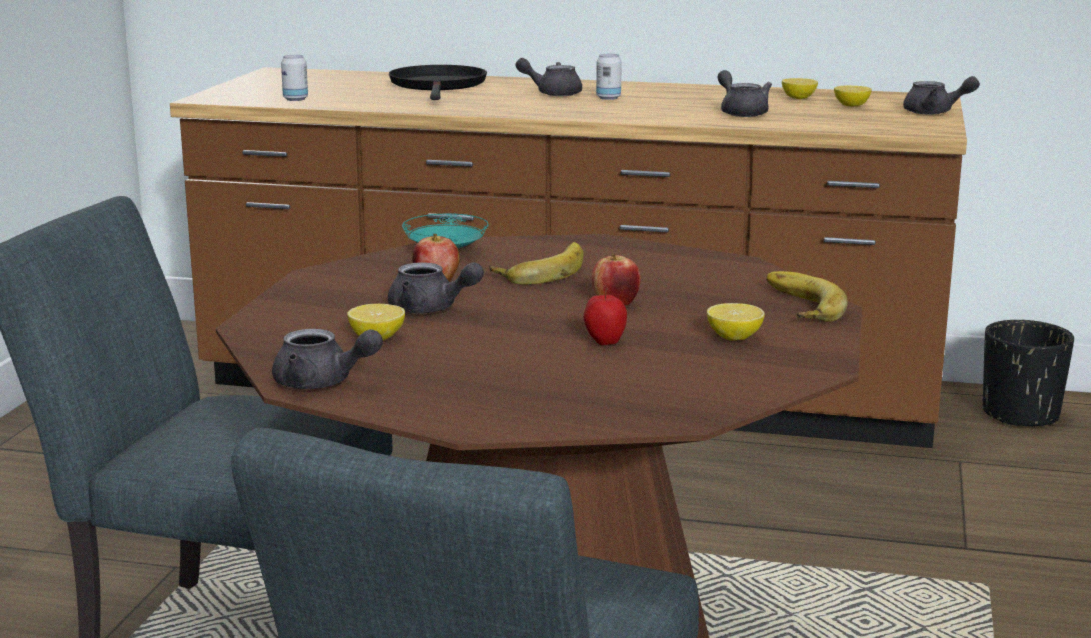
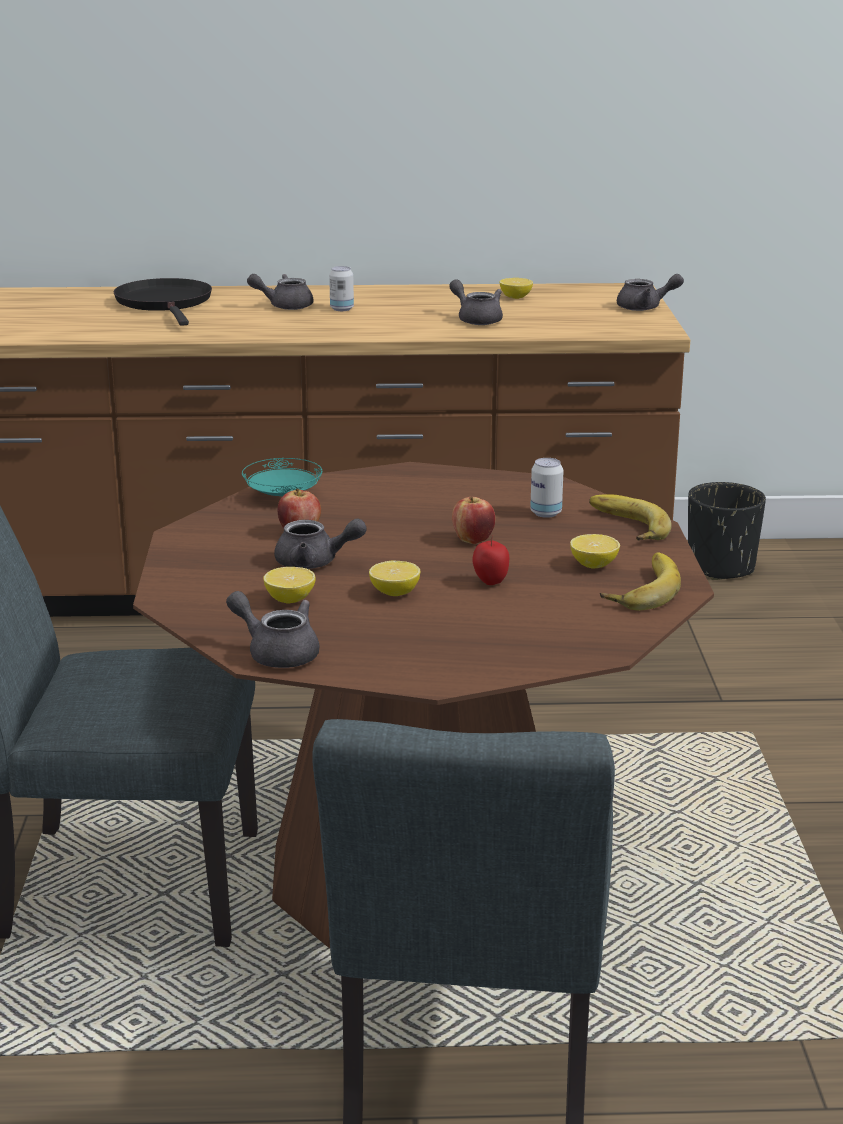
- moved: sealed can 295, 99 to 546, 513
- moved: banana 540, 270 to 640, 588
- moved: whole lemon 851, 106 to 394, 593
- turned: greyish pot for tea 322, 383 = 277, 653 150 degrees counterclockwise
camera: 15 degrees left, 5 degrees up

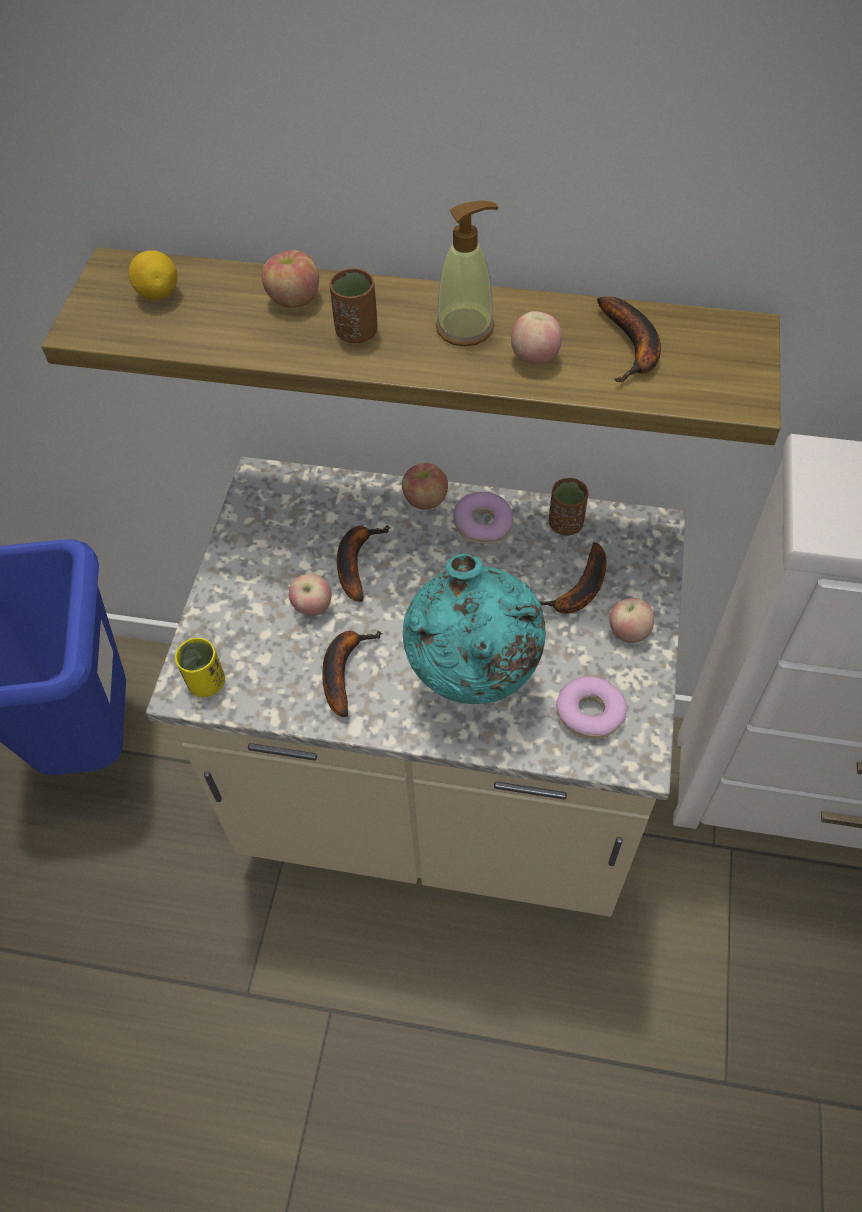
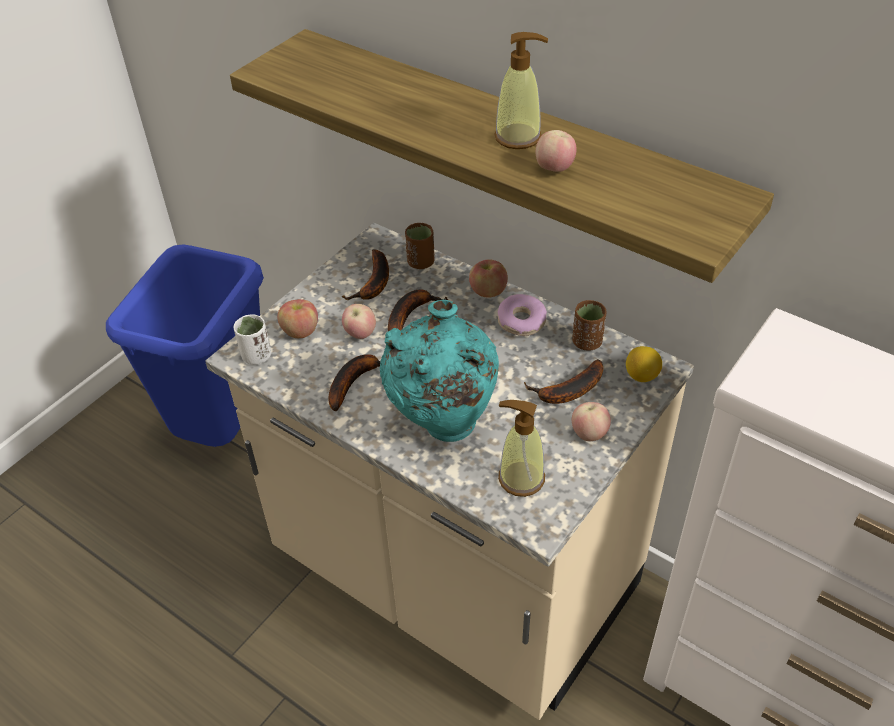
- moved: whole lemon 158, 294 to 641, 376
- moved: whole apple 294, 299 to 300, 331
- moved: brownish cup 357, 332 to 420, 262
- moved: banana 632, 347 to 374, 284
- replaced: doughnut 589, 713 to liquid soap bottle 521, 478
- recoloured: yellow cup 206, 683 to white-coloured cup 256, 356
camera: 25 degrees right, 10 degrees down

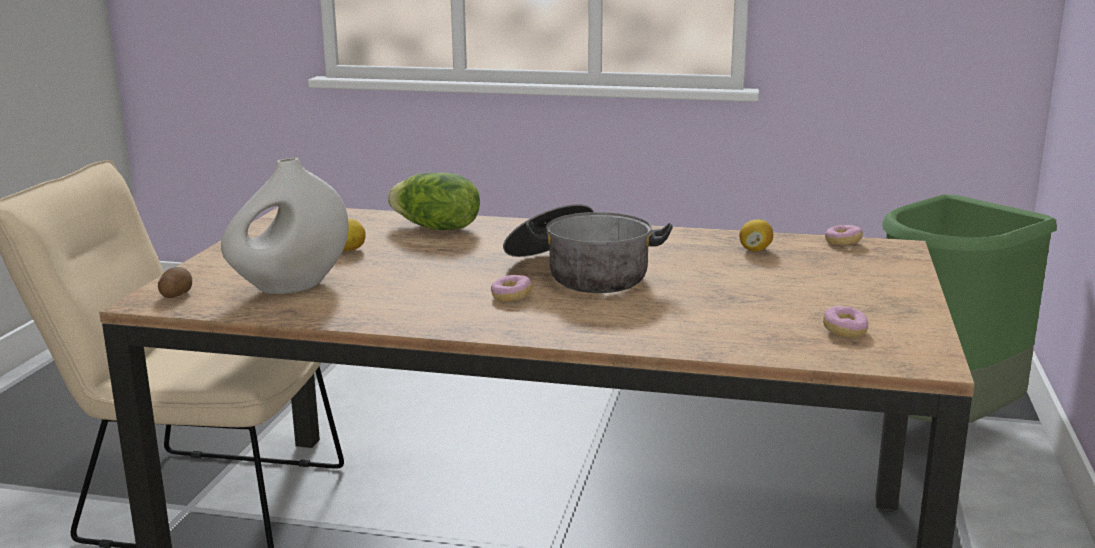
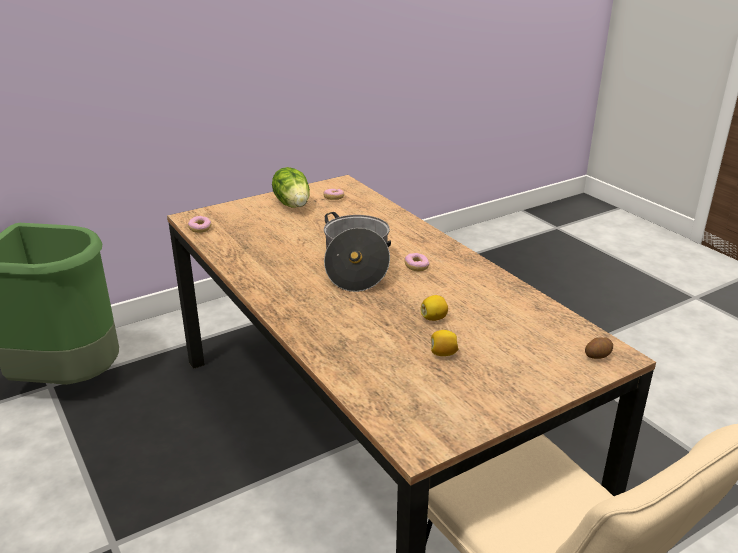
- removed: white-coloured flower vase 291, 287
- moved: head of lettuce 436, 228 to 293, 204
- moved: whole lemon 755, 250 to 434, 318
camera: 135 degrees left, 10 degrees up

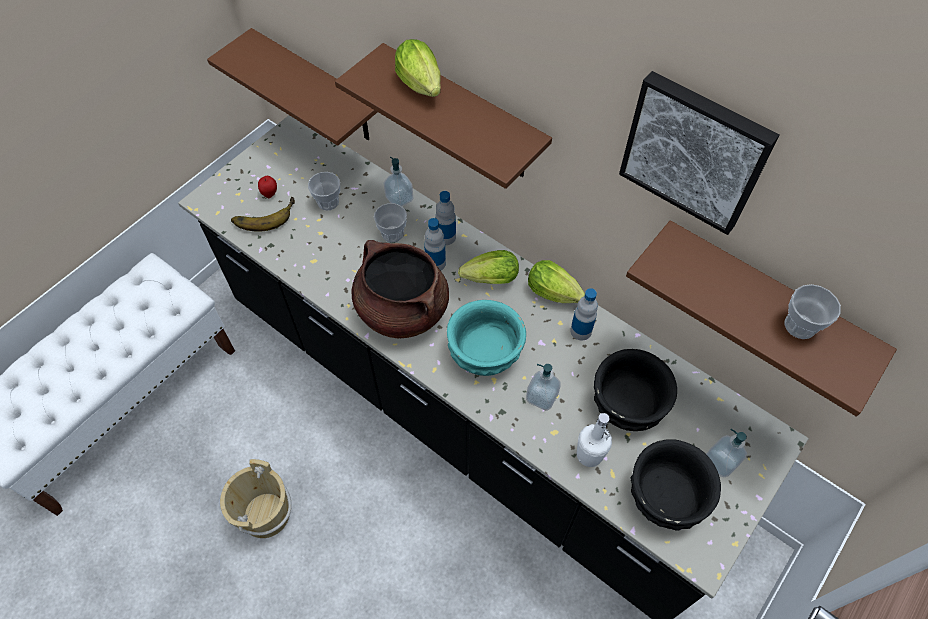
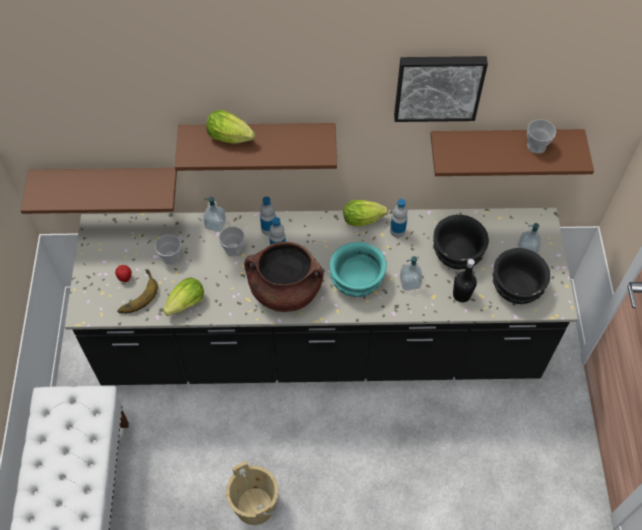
- moved: head of lettuce 487, 279 to 184, 305
- recoloured: white-coloured drink bottle 589, 455 to black drink bottle 461, 295
camera: 40 degrees left, 0 degrees up

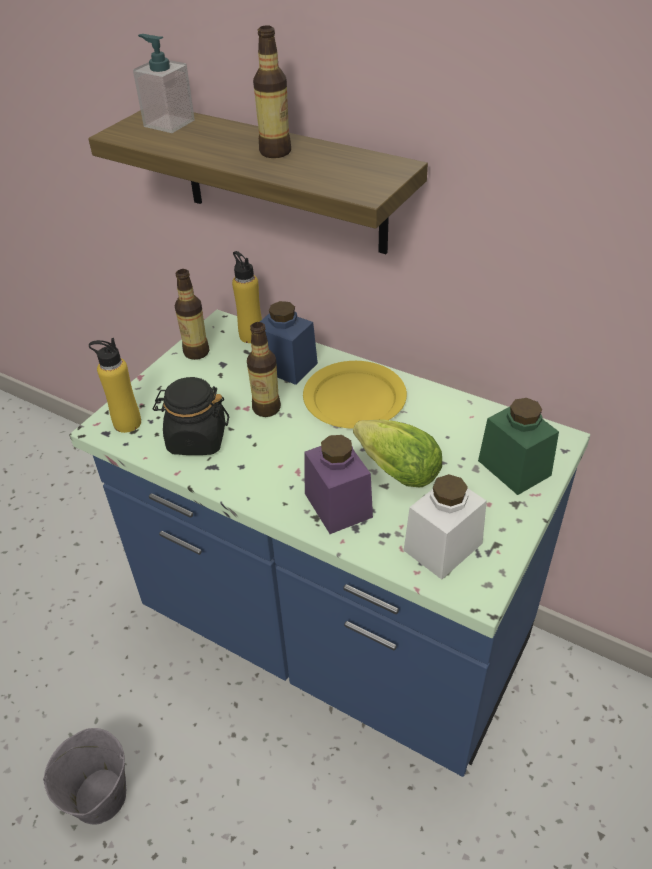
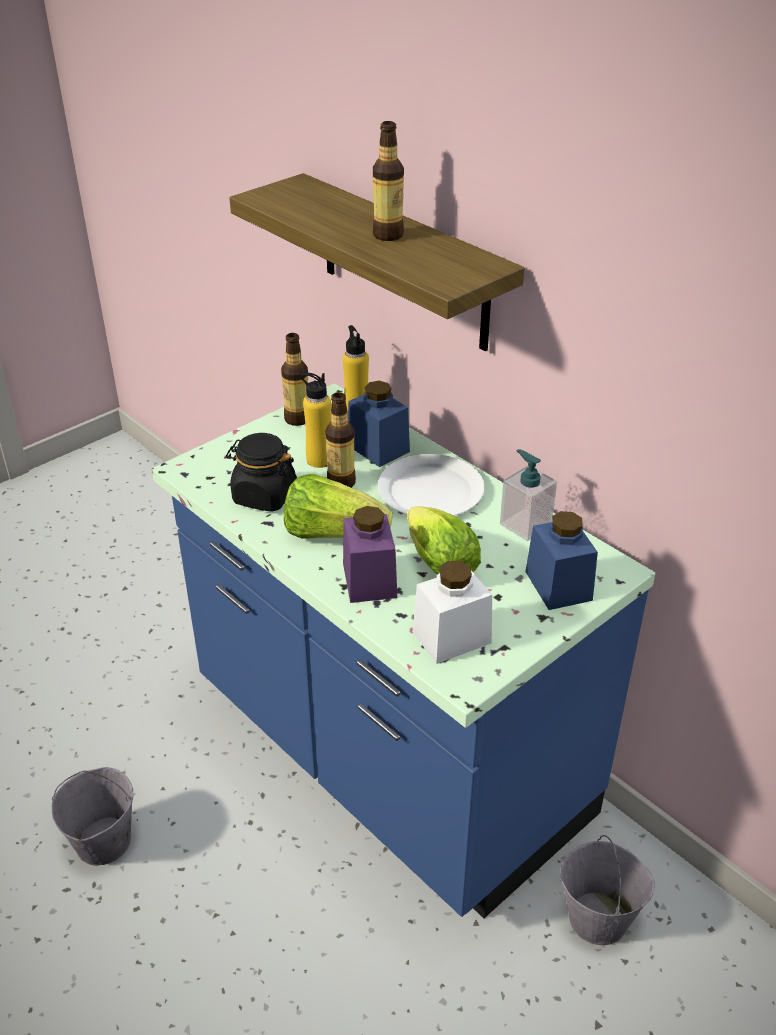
- added: head of lettuce 332, 533
- added: greyish pail 598, 918
- moved: yellow drink bottle 127, 423 to 319, 460
- moved: liquid soap bottle 169, 123 to 525, 524
- recoloured: yellow flat dish 354, 399 to white-coloured flat dish 430, 491
- recoloured: green storage jar 514, 468 to bluish storage jar 558, 586
camera: 15 degrees right, 5 degrees down

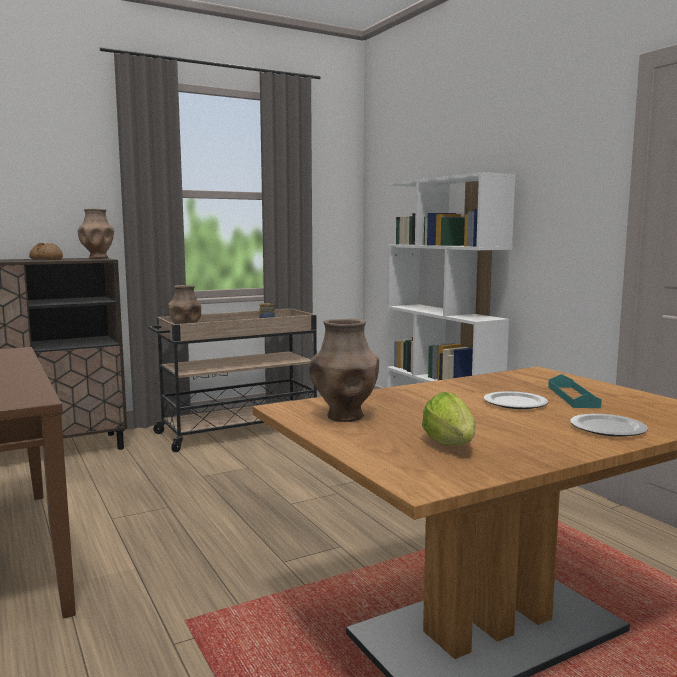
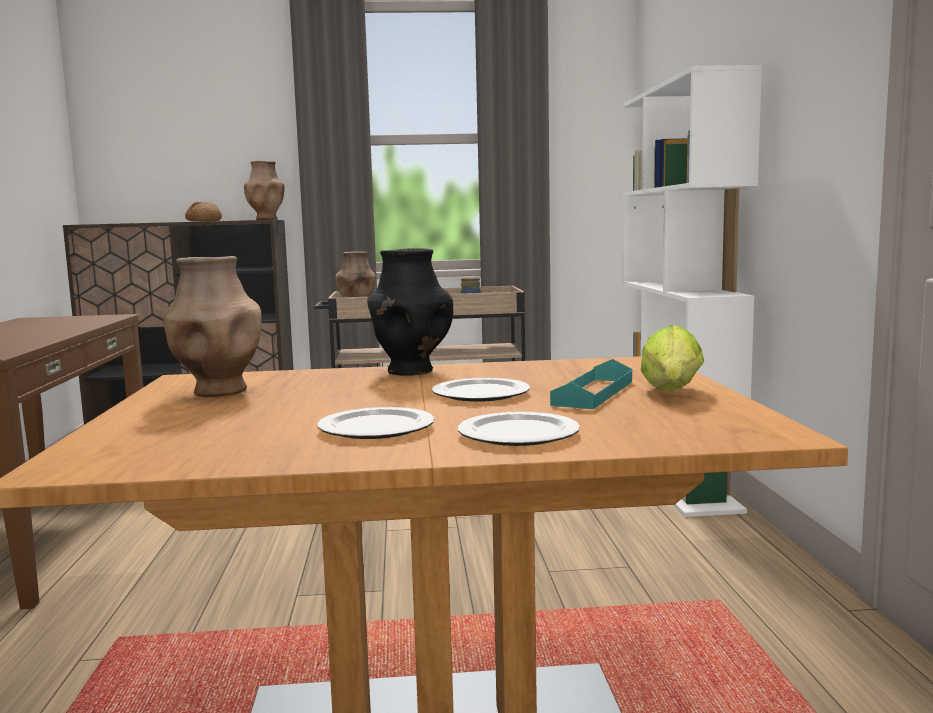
- added: flat dish 377, 429
- added: black flower vase 410, 371
- moved: head of lettuce 452, 446 to 672, 393
camera: 25 degrees right, 0 degrees up

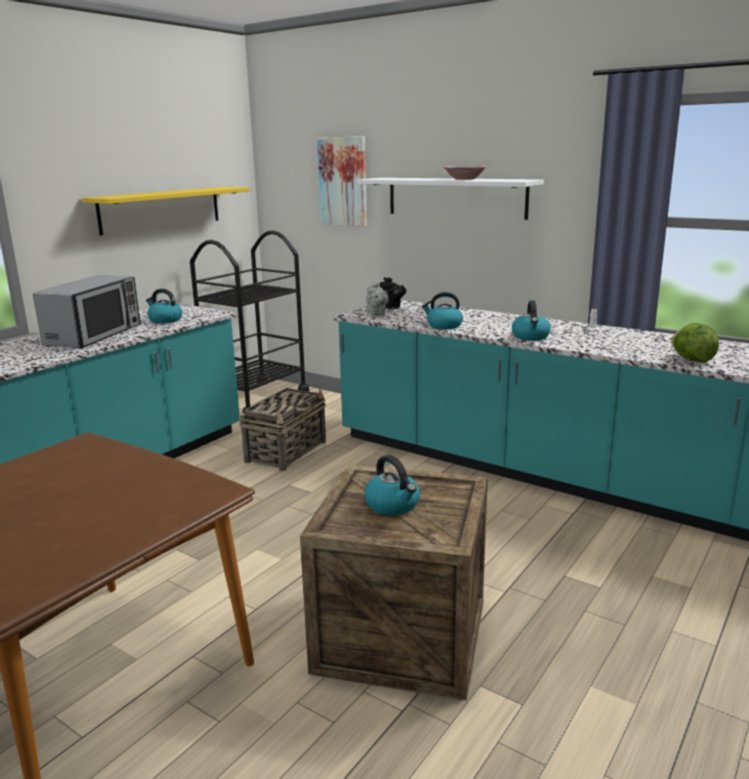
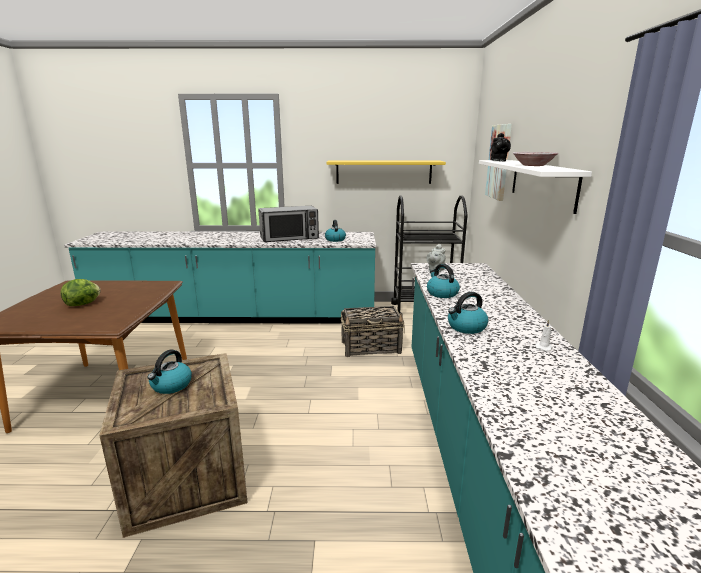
- moved: black pot for tea 391, 308 to 498, 161
- moved: head of lettuce 692, 360 to 83, 304
camera: 55 degrees right, 0 degrees up

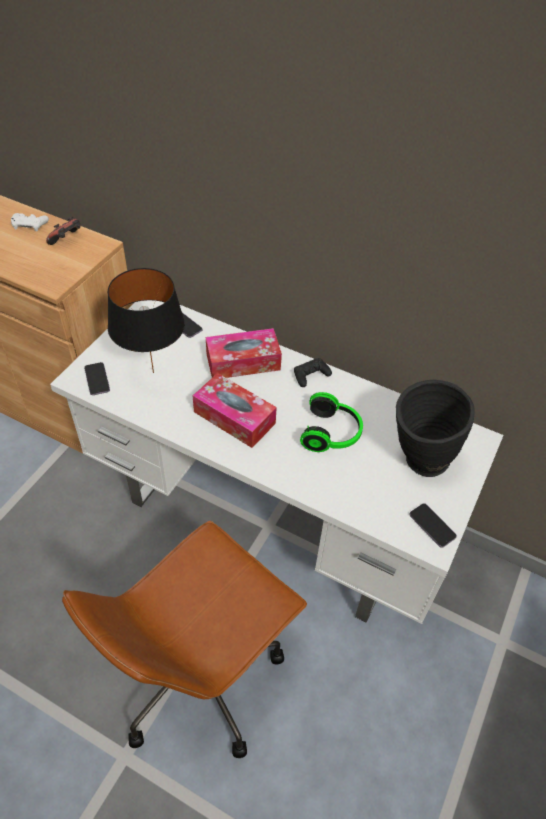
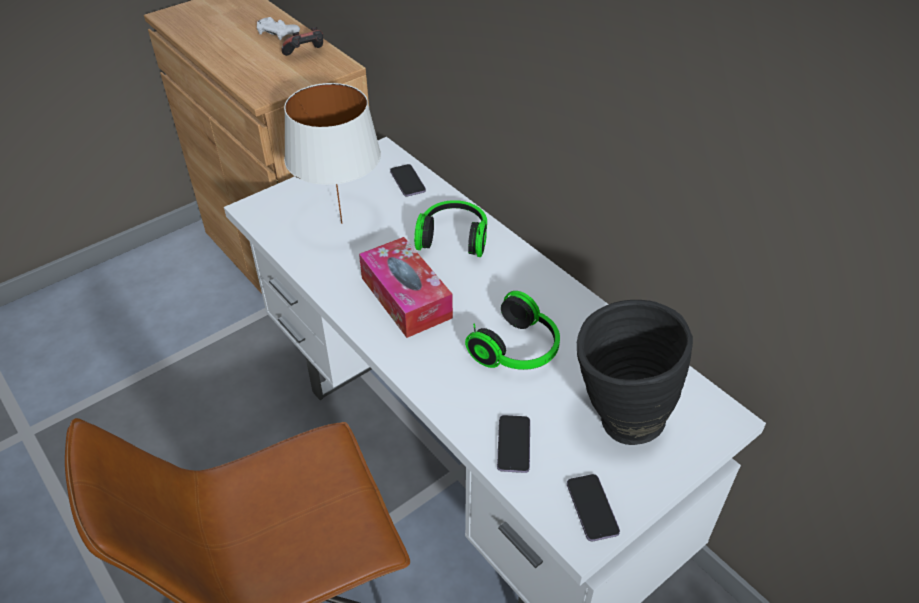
- removed: black gamepad 311, 375
- moved: telephone 97, 379 to 513, 445
- replaced: tissue holder 243, 362 to headset 453, 238
- recoloured: black lamp for a table 152, 373 to white-coloured lamp for a table 340, 223
camera: 25 degrees right, 5 degrees down

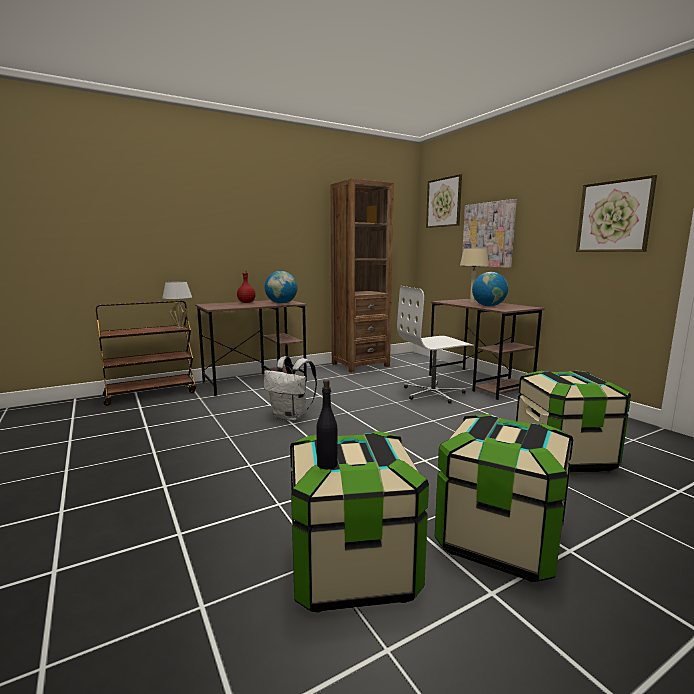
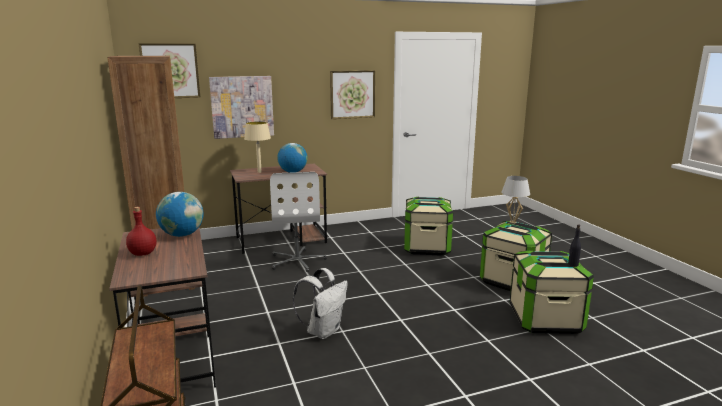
- moved: white-coloured lamp for a table 180, 328 to 512, 222
camera: 80 degrees left, 5 degrees up

